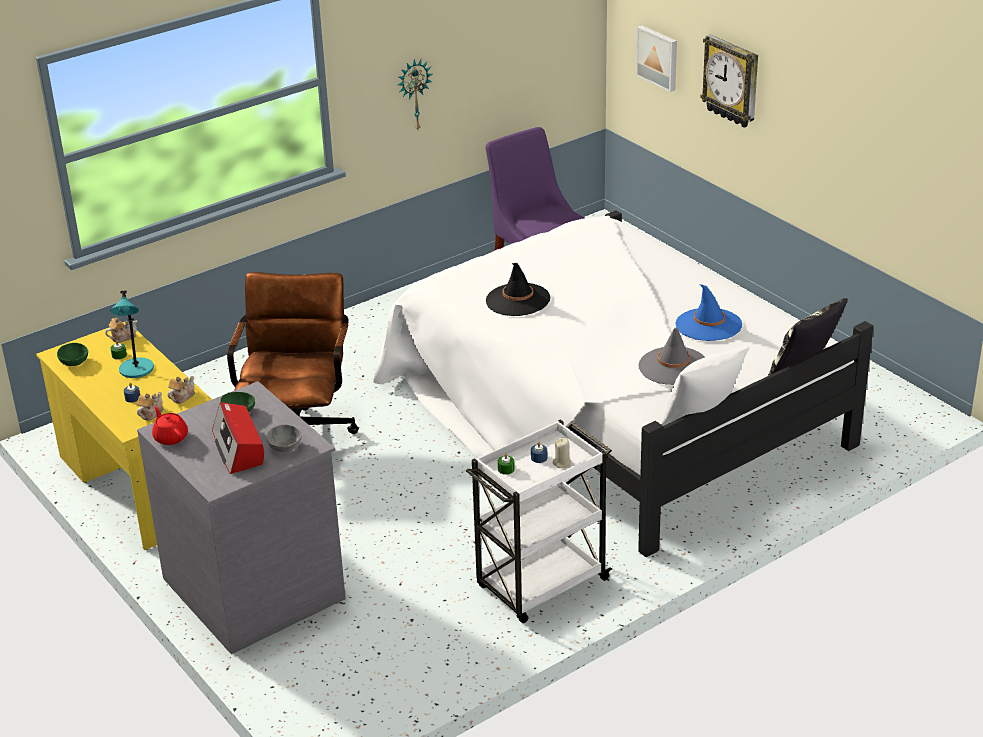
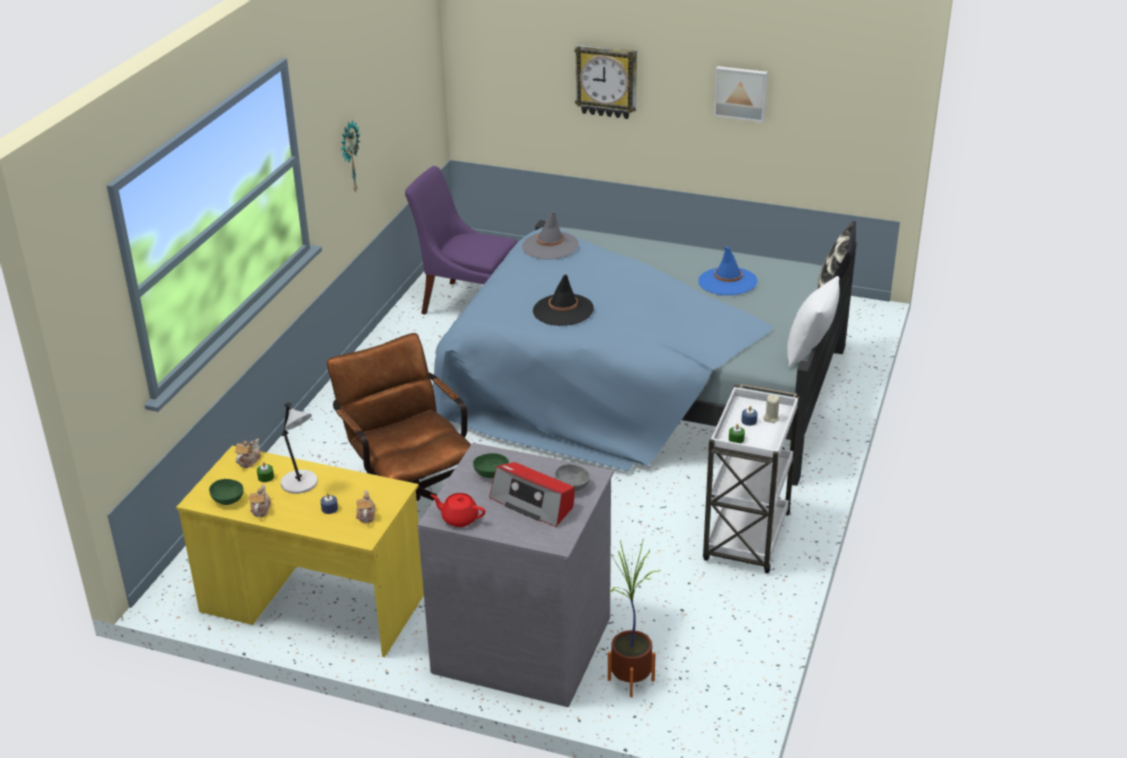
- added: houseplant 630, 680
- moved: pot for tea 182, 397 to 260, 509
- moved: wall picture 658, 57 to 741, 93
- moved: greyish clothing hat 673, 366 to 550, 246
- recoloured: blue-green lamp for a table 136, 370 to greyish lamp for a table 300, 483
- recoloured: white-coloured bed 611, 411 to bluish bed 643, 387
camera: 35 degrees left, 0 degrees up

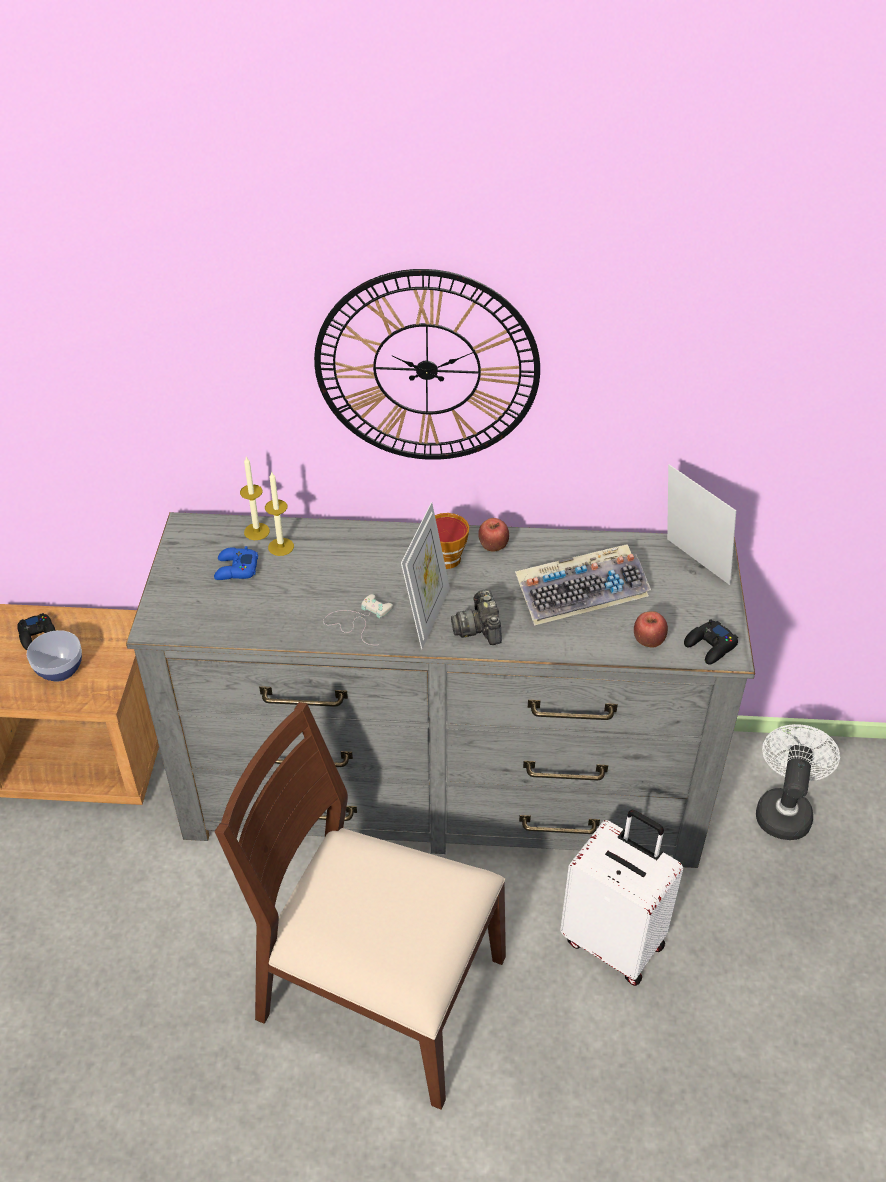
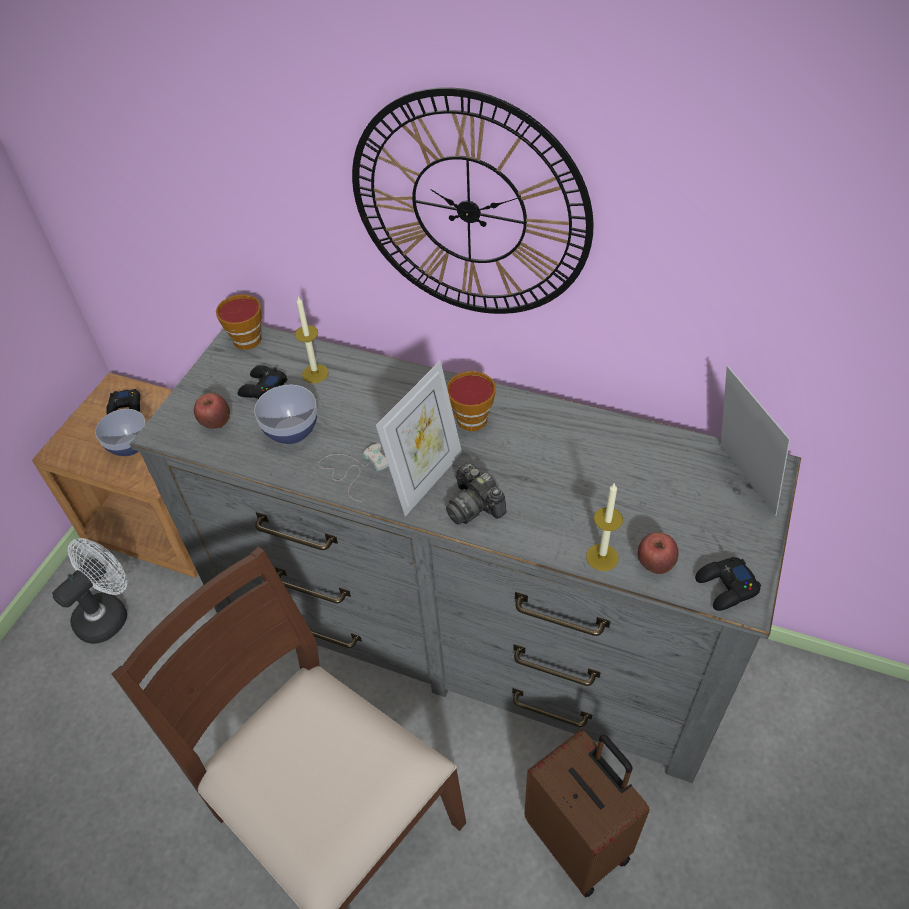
- removed: PC keyboard 582, 591
- added: cup 246, 337
- added: bowl 291, 431
- moved: candle 256, 531 to 602, 557
- moved: whole apple 493, 547 to 216, 423
- moved: white-coloured fan 784, 809 to 108, 613
- recoloured: bluish gamepad 236, 569 to black gamepad 262, 388
- recoloured: white-coloured suitcase 614, 941 to brownish suitcase 579, 840
- turned: photo camera 479, 628 = 474, 505 45 degrees counterclockwise
camera: 20 degrees right, 5 degrees up

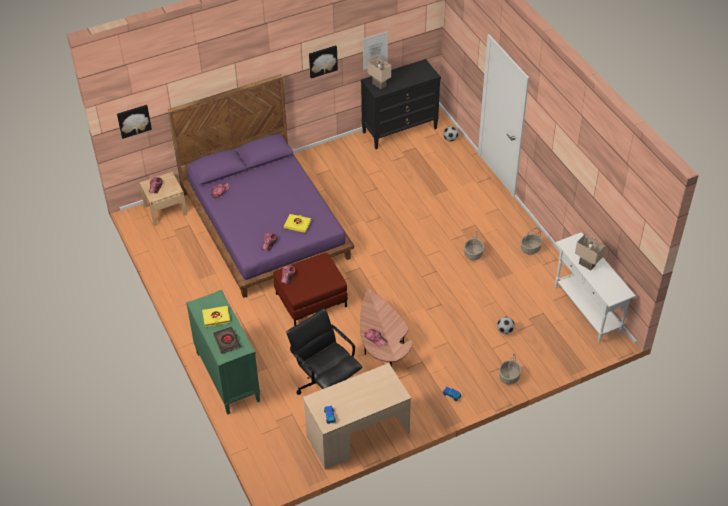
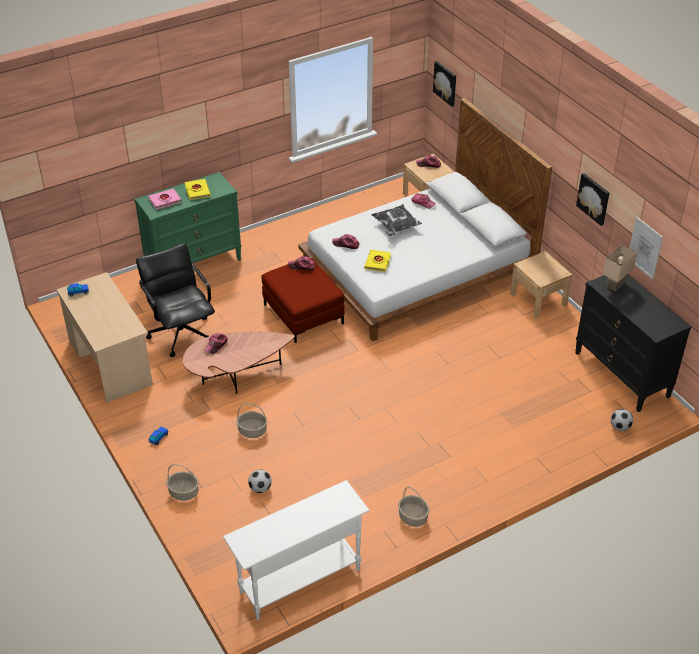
- removed: beige lamp for a table 587, 264
- added: cushion 395, 227
- added: beige night table 538, 299
- moved: storage basket 473, 254 to 253, 430
- recoloured: purplish bed 266, 225 to white-coloured bed 417, 270
- recoloured: black volume 227, 341 to pink-coloured volume 165, 201
- turned: black computer chair 325, 384 = 181, 333 75 degrees counterclockwise
camera: 85 degrees right, 5 degrees down

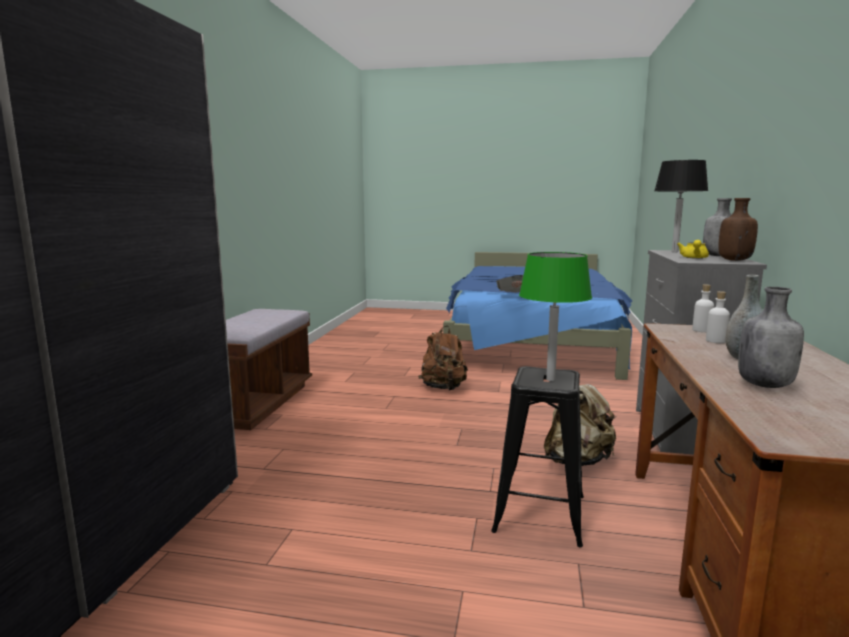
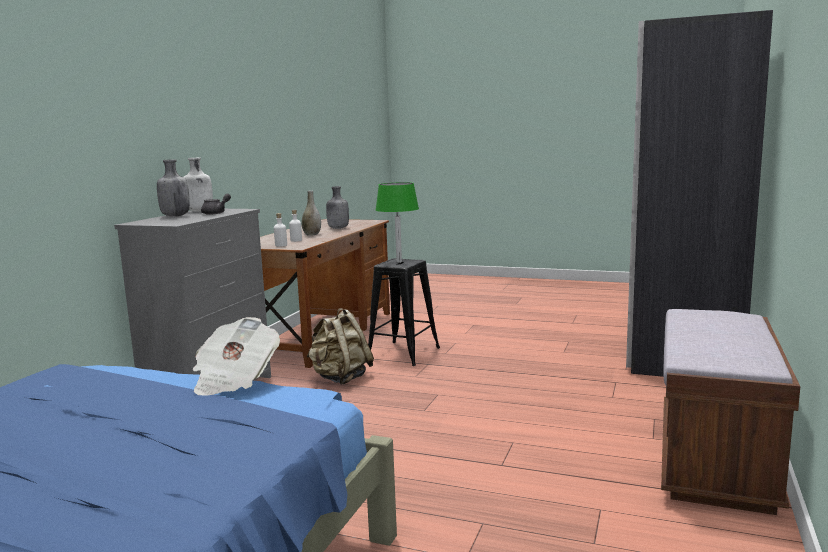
- removed: brownish knapsack 443, 388
- removed: black lamp for a table 675, 252
- recoloured: yellow pot for tea 693, 258 to greyish pot for tea 216, 213
- recoloured: brownish drink bottle 734, 260 to white-coloured drink bottle 199, 211
camera: 170 degrees left, 0 degrees up

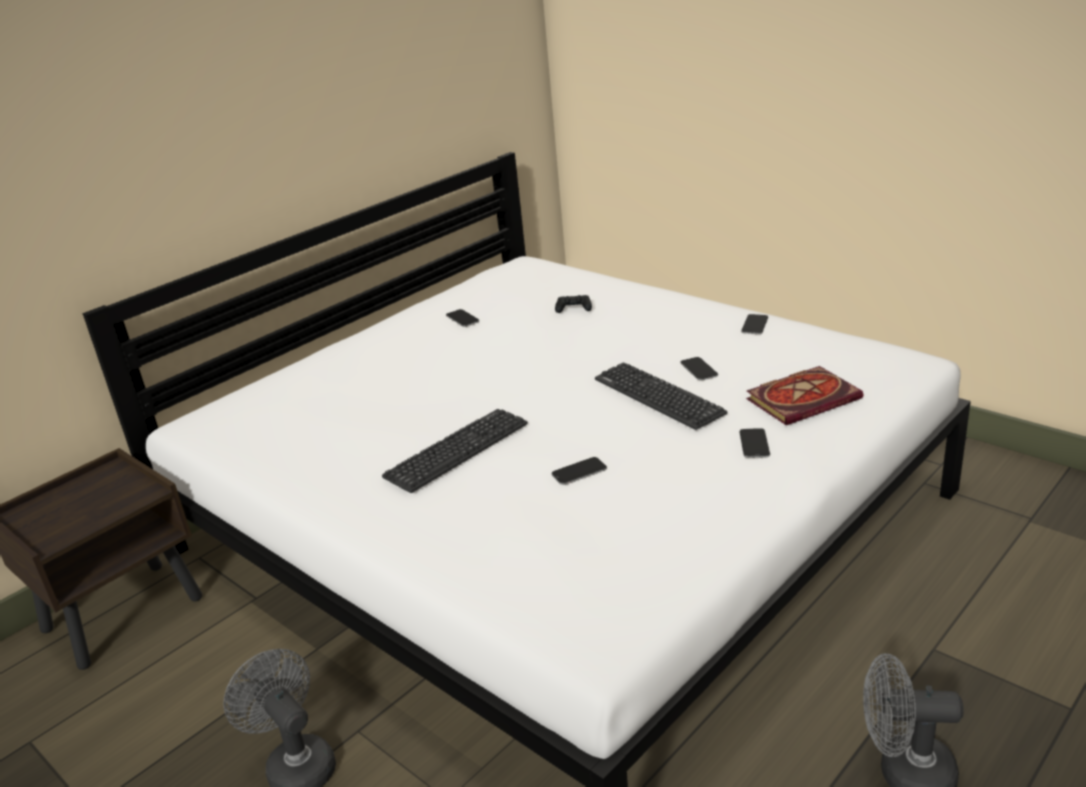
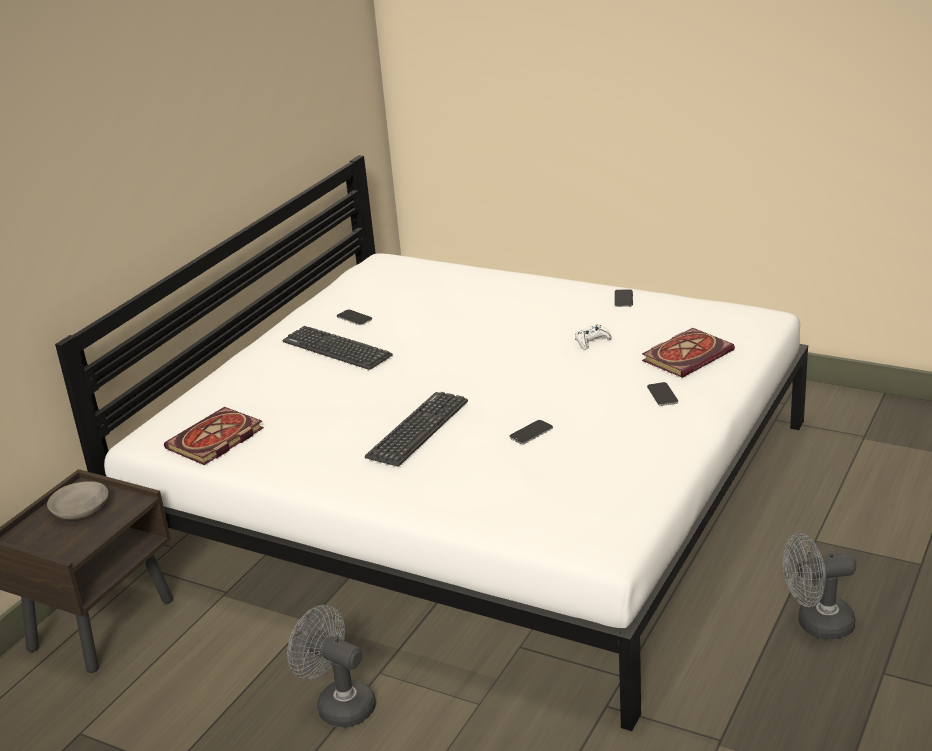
- removed: black gamepad 573, 308
- added: greyish bowl 81, 509
- added: volume 214, 440
- moved: PC keyboard 658, 396 to 336, 349
- replaced: telephone 699, 370 to white-coloured gamepad 592, 341
camera: 15 degrees left, 0 degrees up

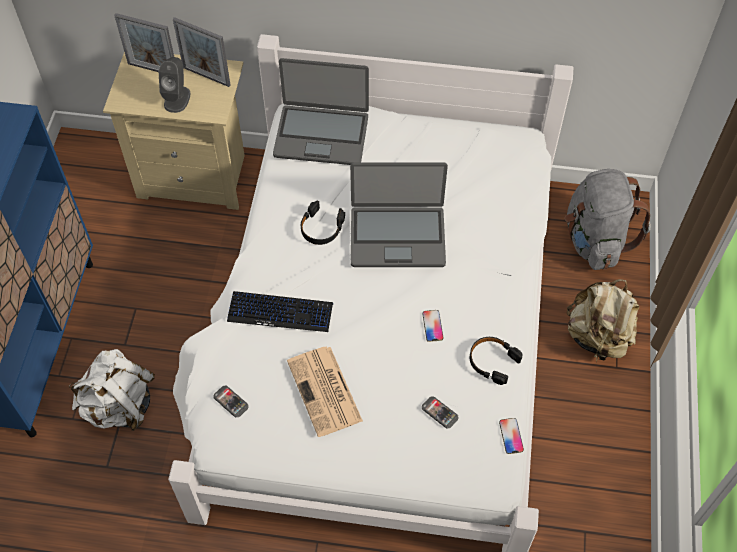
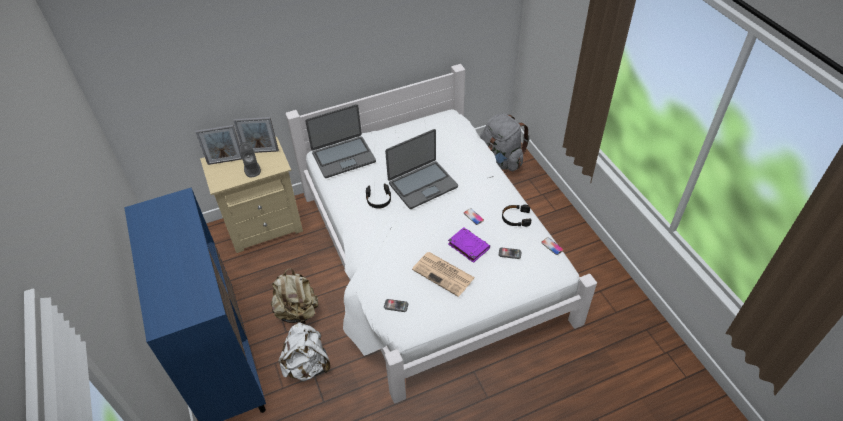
- removed: PC keyboard 280, 312
- added: purplish volume 468, 246
- moved: beige knapsack 598, 337 to 298, 312
camera: 30 degrees left, 10 degrees down

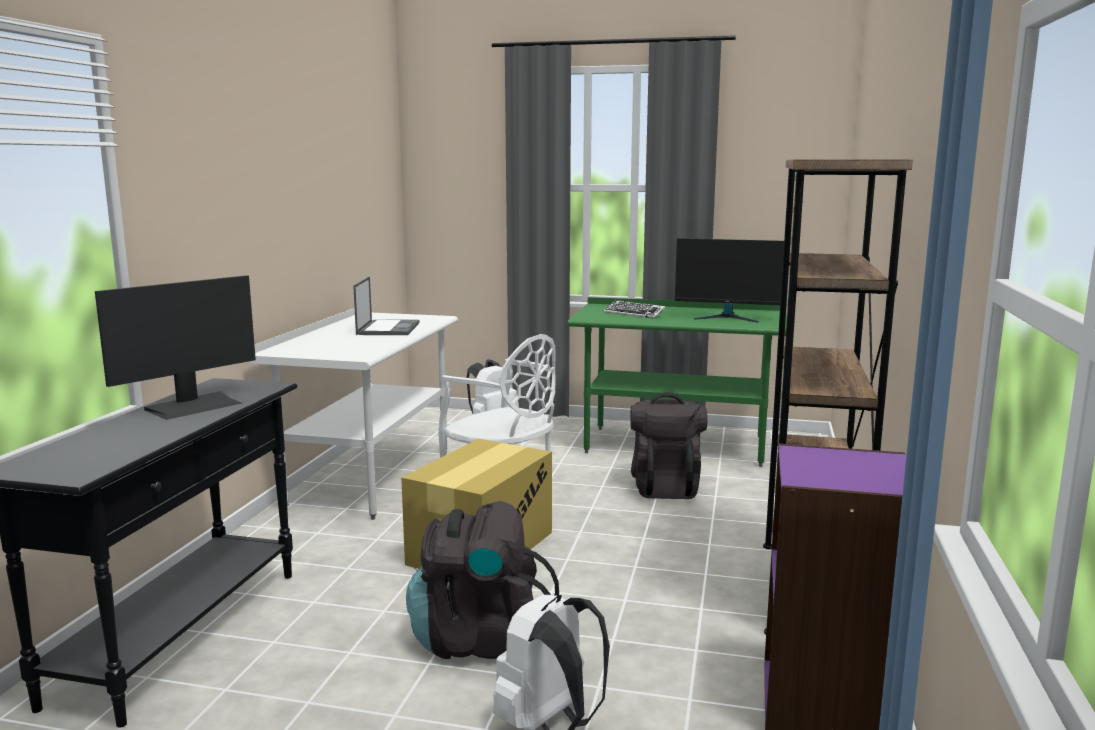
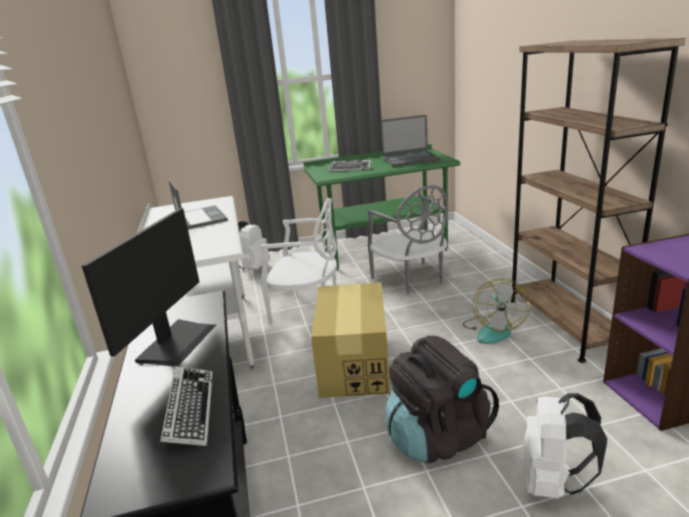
- added: PC keyboard 190, 410
- added: fan 493, 330
- replaced: black knapsack 665, 486 to greyish upright chair 411, 280
- replaced: monitor 727, 317 to portable computer 410, 160
camera: 25 degrees left, 10 degrees up

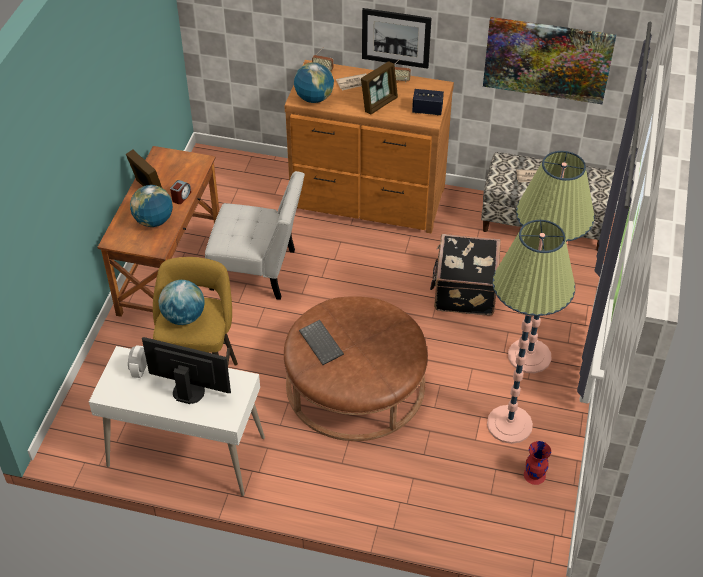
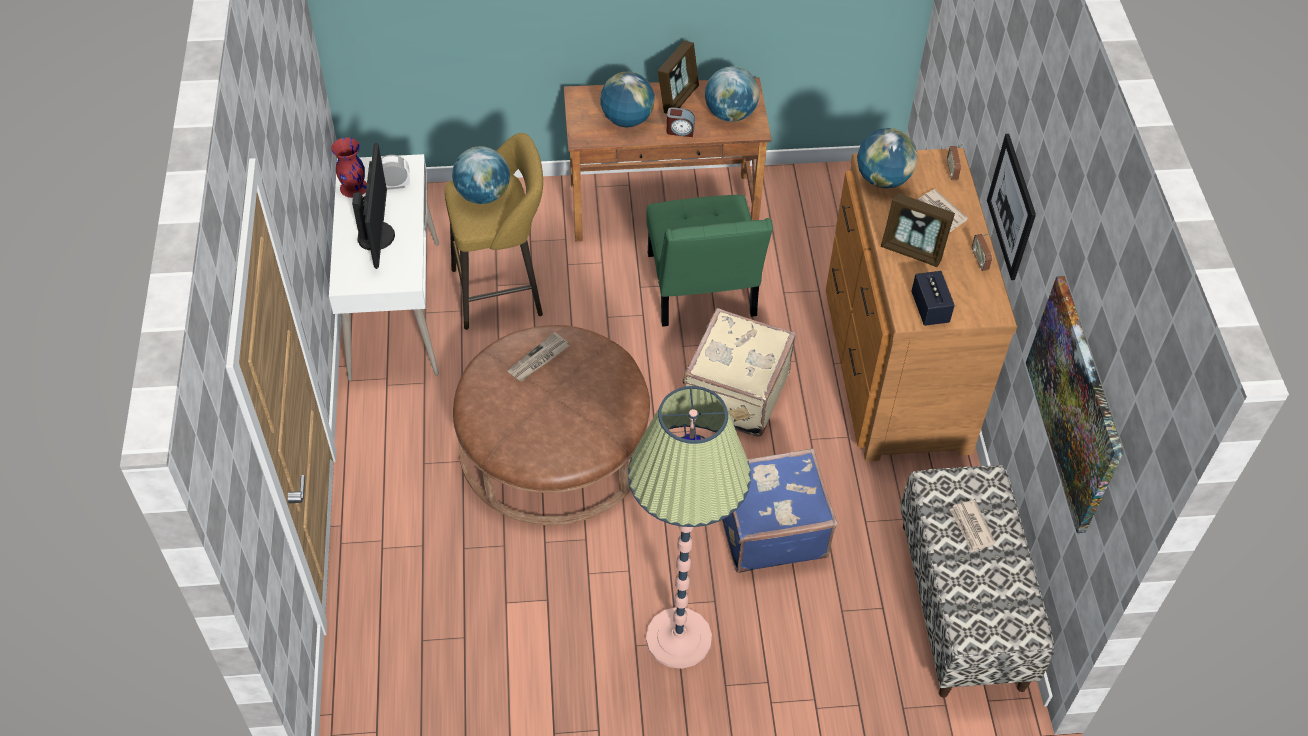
- removed: floor lamp 509, 424
- added: beige suitcase 734, 392
- added: world globe 730, 114
- moved: red-coloured flower vase 535, 475 to 353, 188
- replaced: PC keyboard 322, 343 to newspaper 538, 359
- recoloured: white-coloured upright chair 258, 271 to green upright chair 702, 291
- recoloured: black suitcase 463, 290 to bluish suitcase 770, 527
camera: 70 degrees right, 5 degrees up

